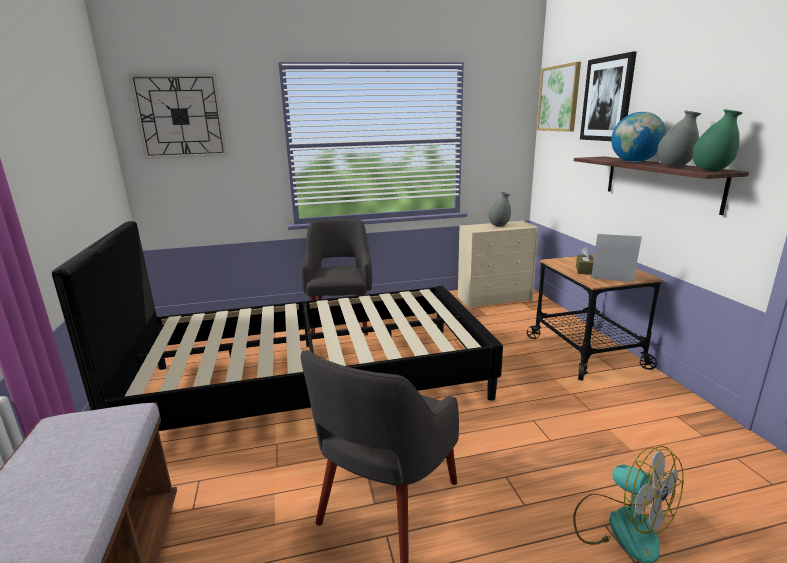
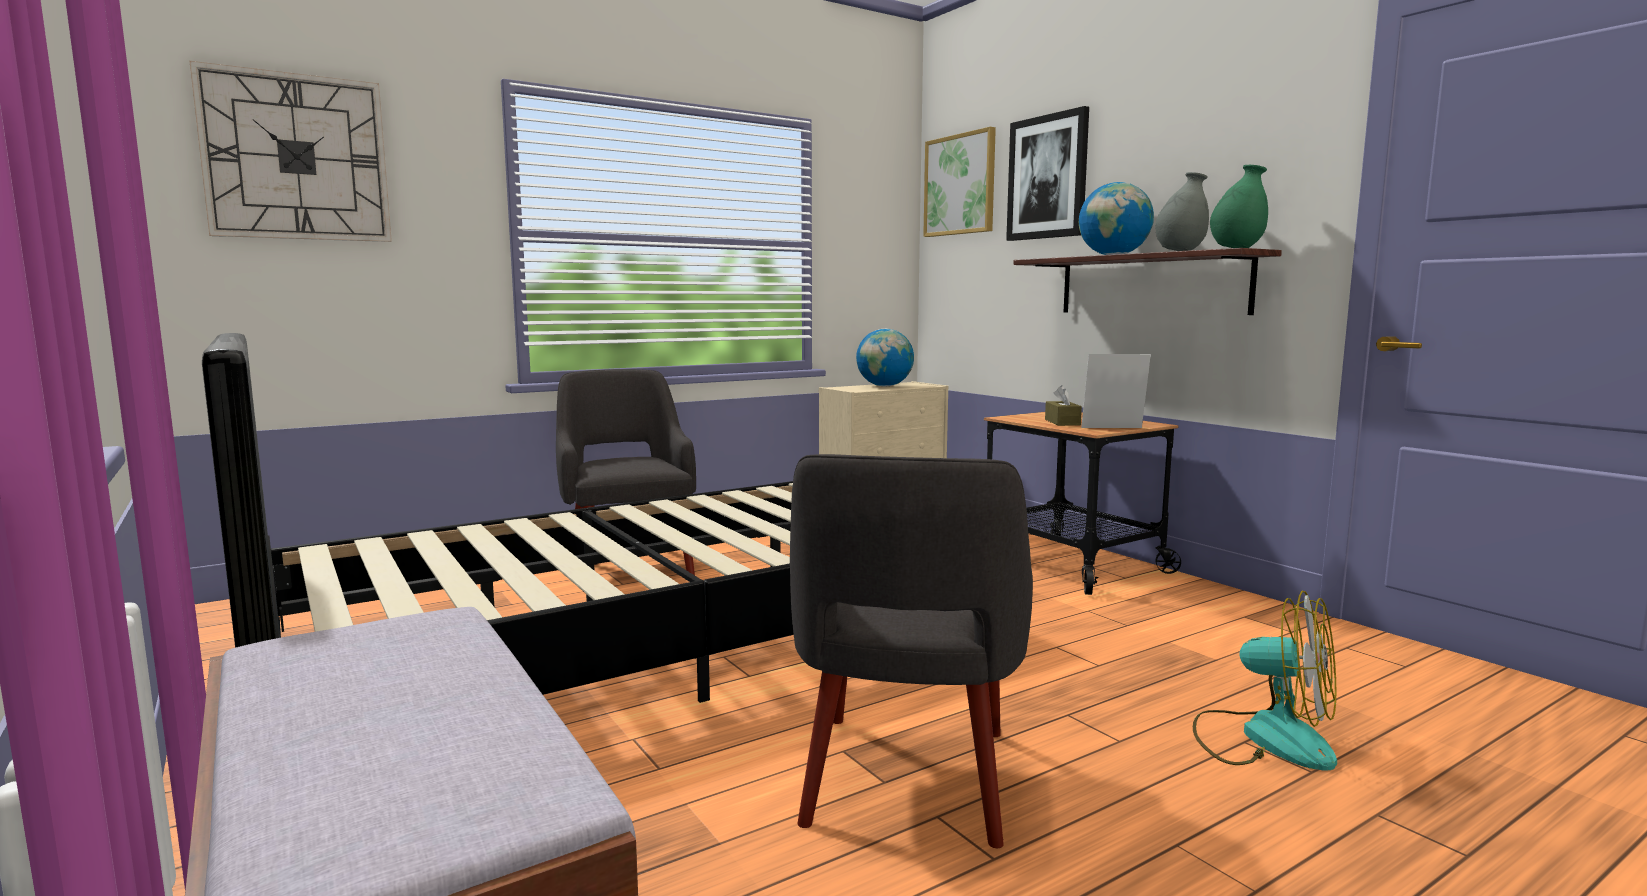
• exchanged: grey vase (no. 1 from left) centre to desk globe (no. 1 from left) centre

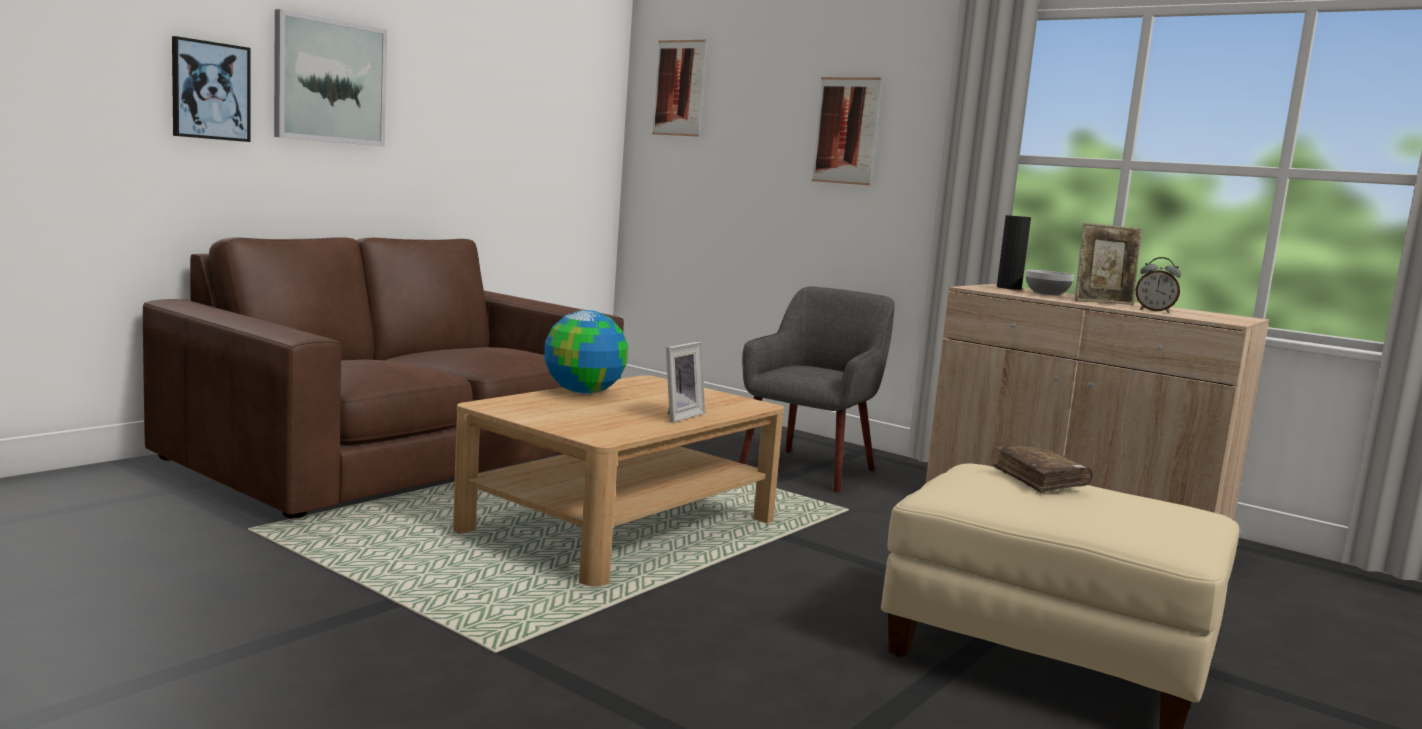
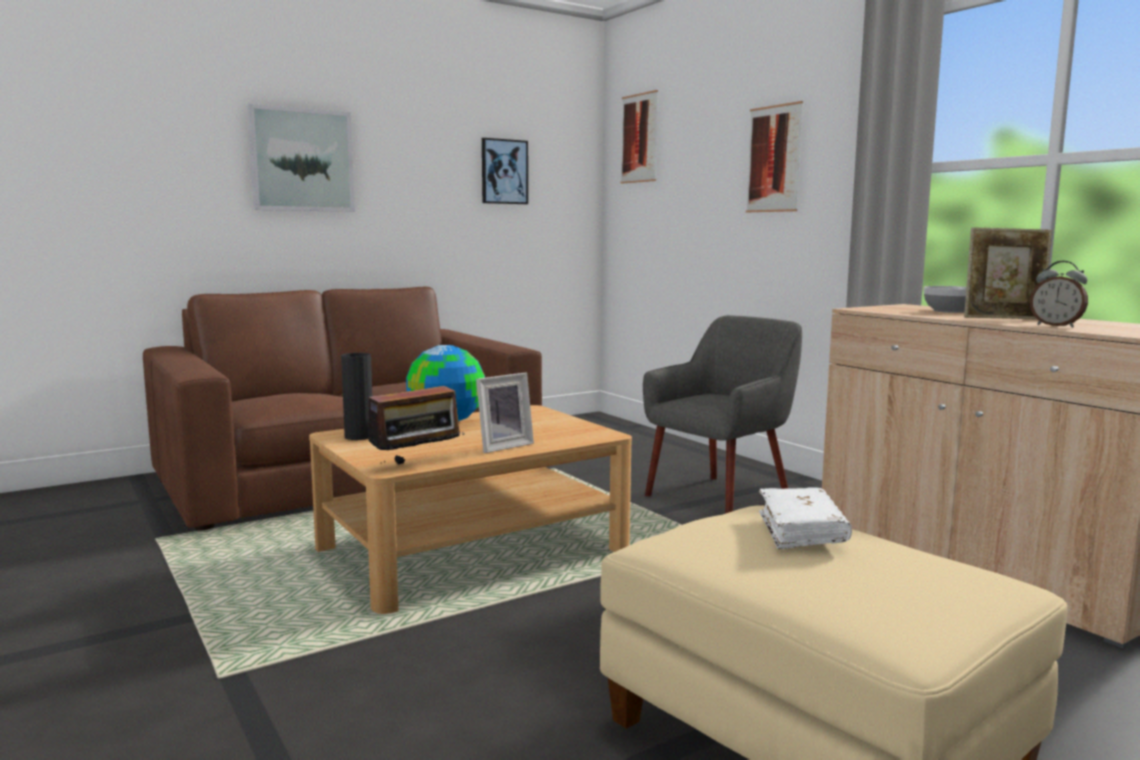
• relocated: blackish vase middle right to middle left
• appeared: radio set centre
• relocated: picture (no. 1 from left in the first image) top left to picture (no. 2 from left) top centre
• colour: brownish book middle right to whitish book bottom right

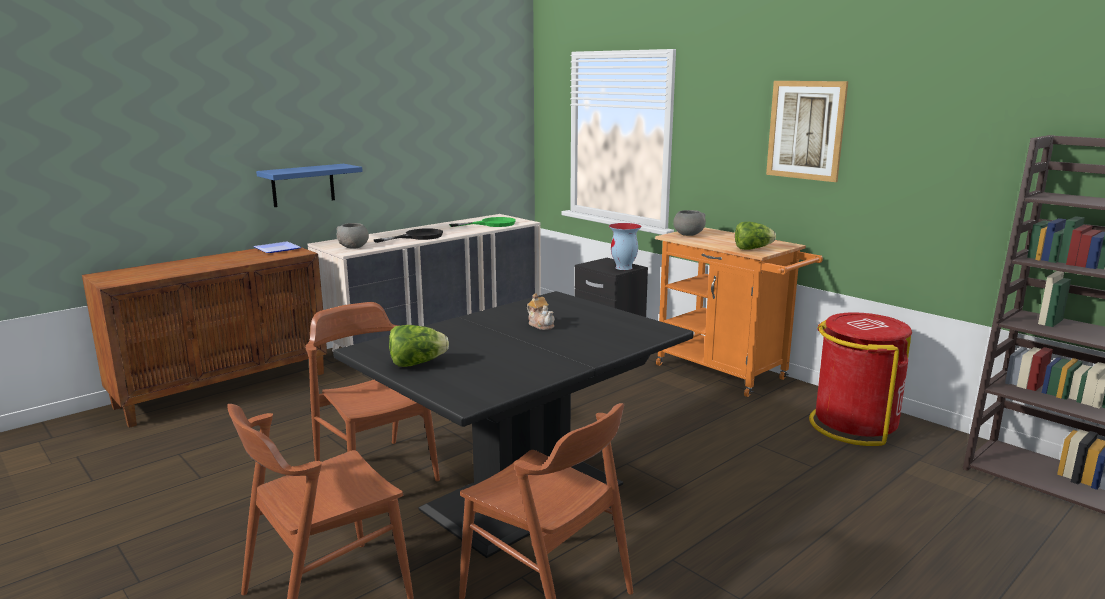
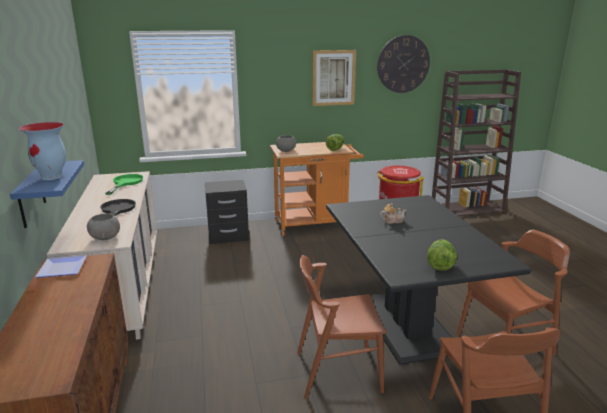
• relocated: vase centre to middle left
• appeared: clock on the wall top centre

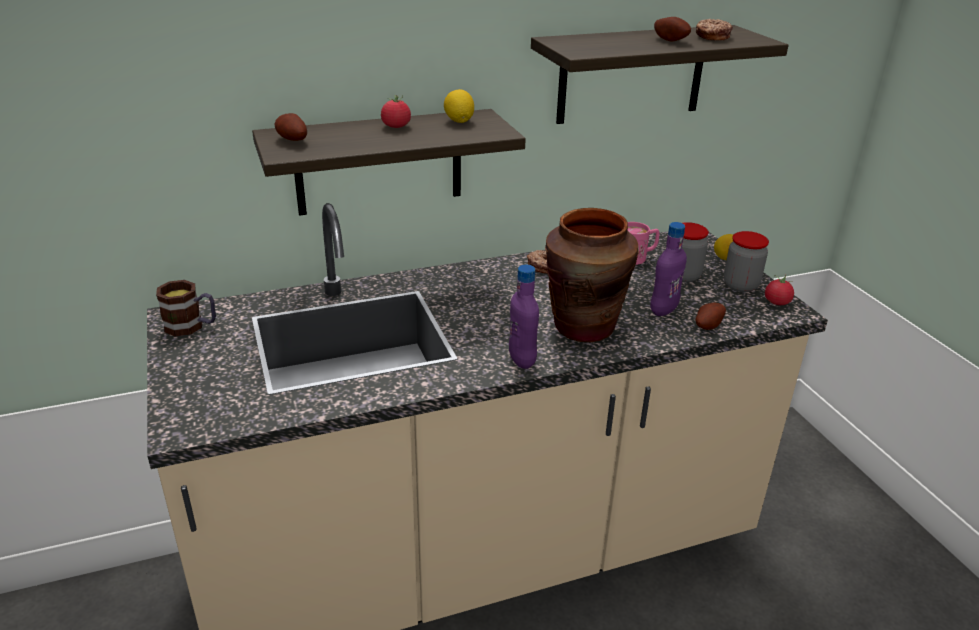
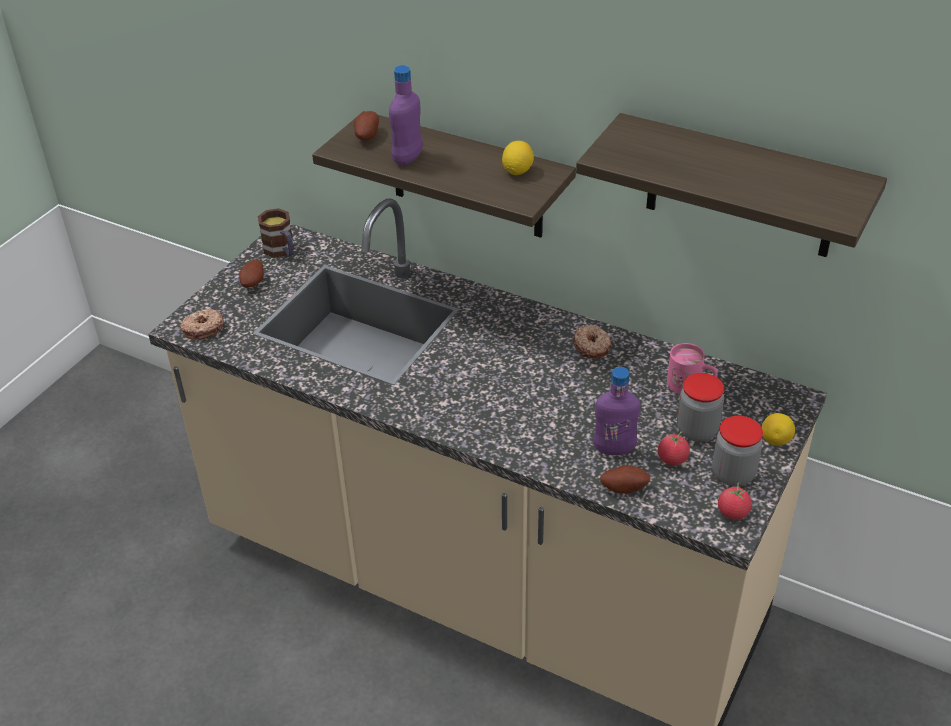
• relocated: donut (no. 2 from left in the first image) top right to donut (no. 1 from left) middle left
• relocated: whole potato (no. 2 from left in the first image) top right to whole potato (no. 1 from left) middle left
• relocated: purple-coloured drink bottle (no. 1 from left) centre to top centre
• relocated: tomato (no. 1 from left) top centre to middle right
• missing: brownish vase centre

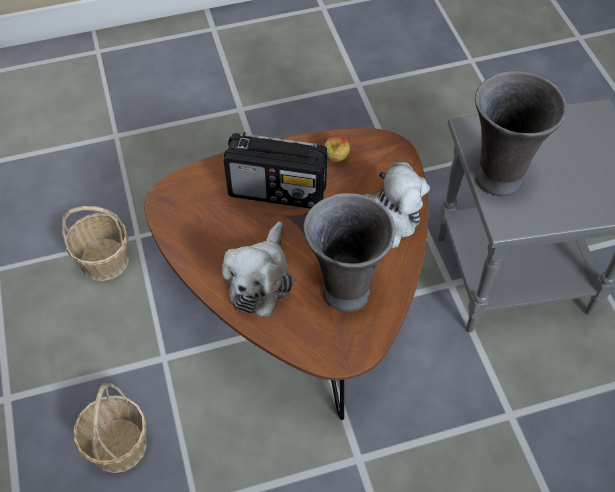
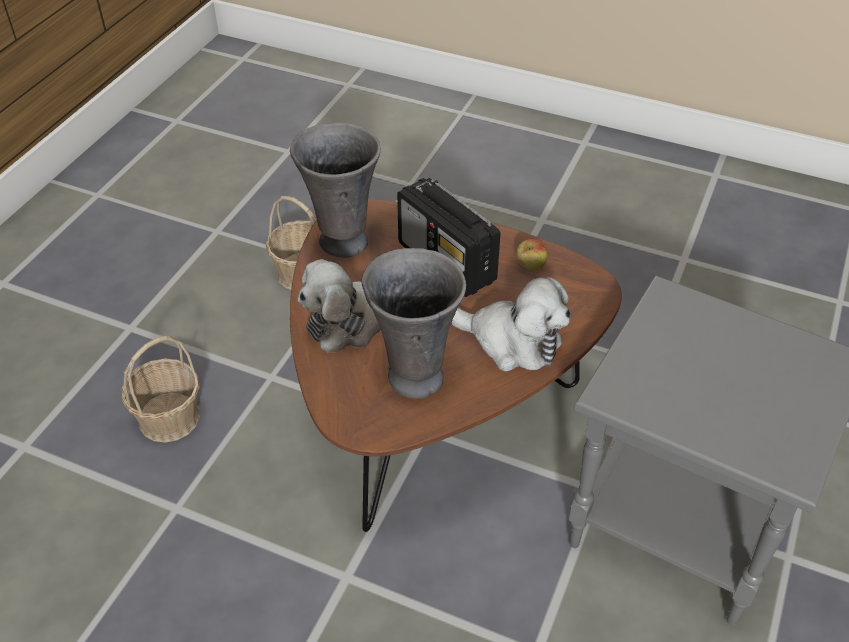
• relocated: grey vase (no. 2 from left in the first image) top right to grey vase (no. 1 from left) top centre

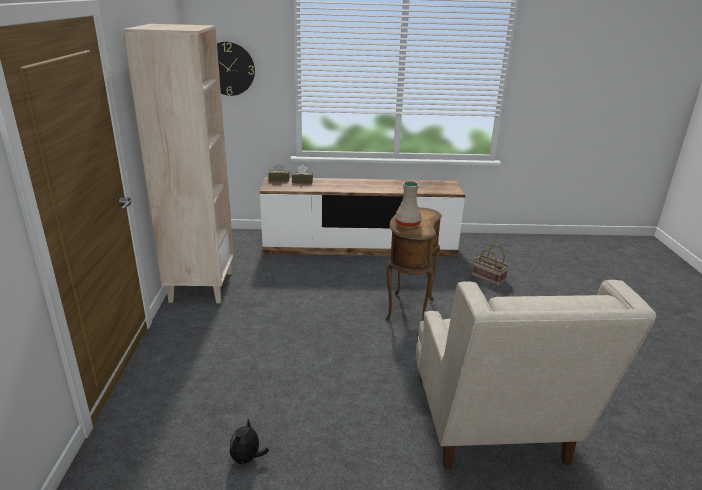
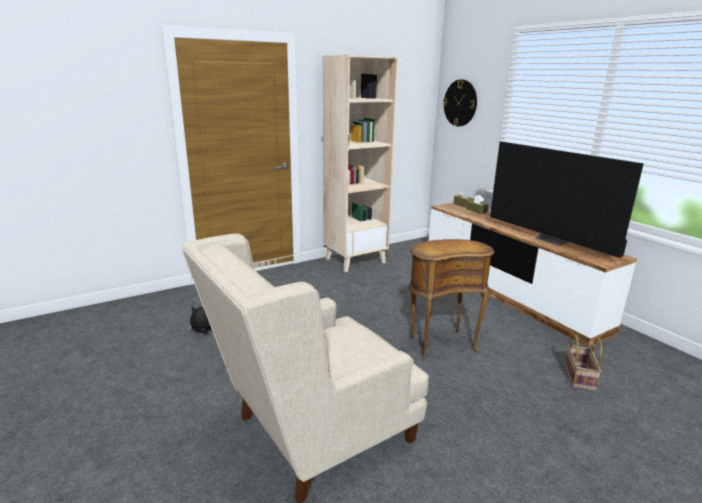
• appeared: TV set middle right
• missing: beige vase centre

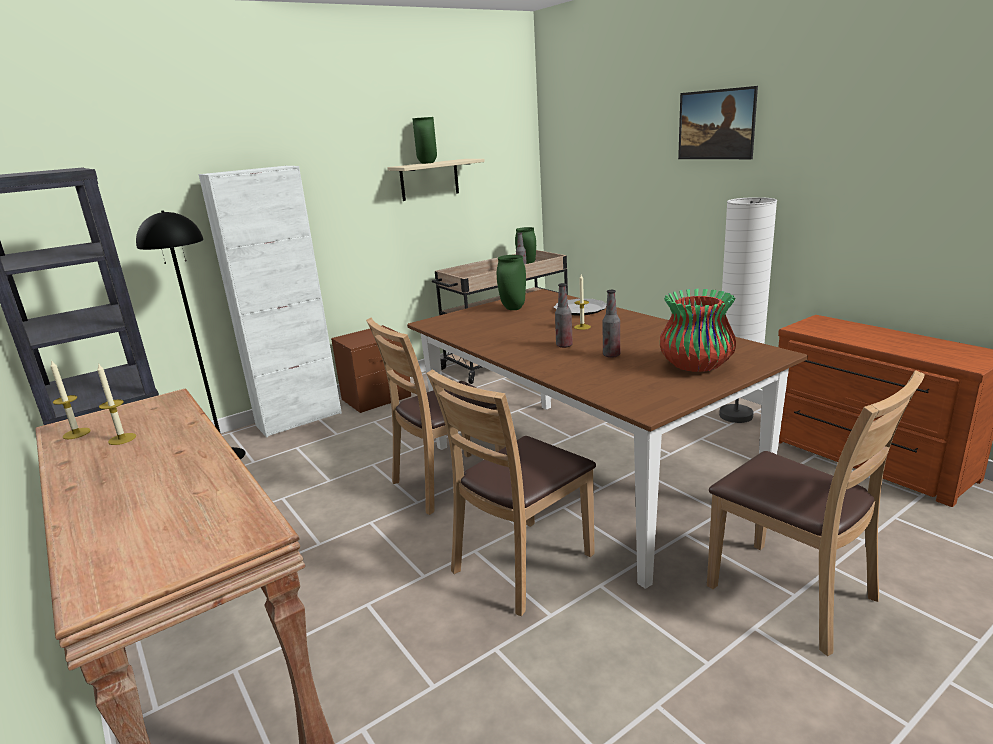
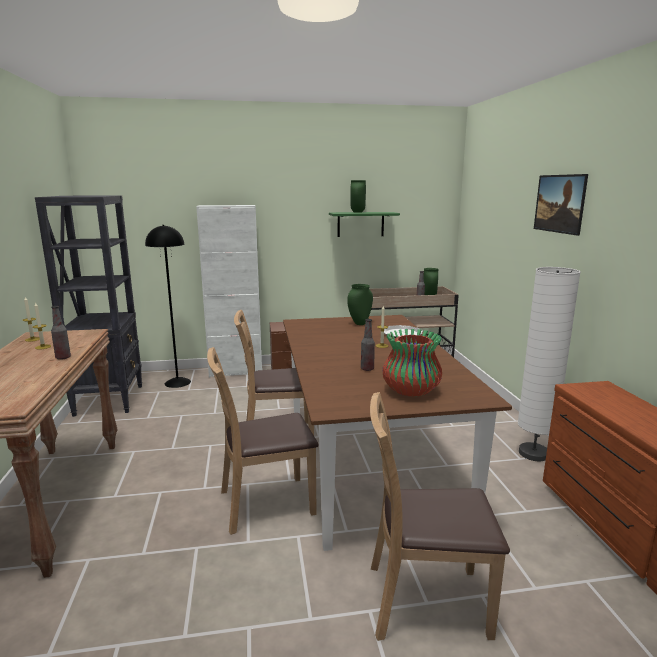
• relocated: drink bottle (no. 2 from left in the first image) centre to drink bottle (no. 1 from left) middle left
• colour: beige bracket shelf top centre to greenish bracket shelf centre
• spun: brownish upright chair (no. 3 from left) bottom right = bottom right 105 degrees clockwise

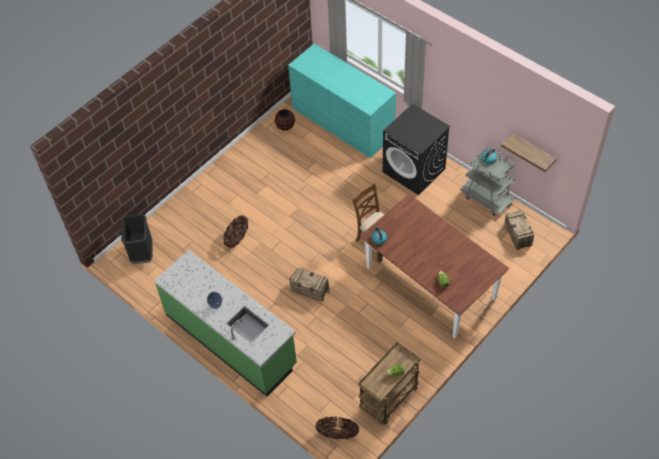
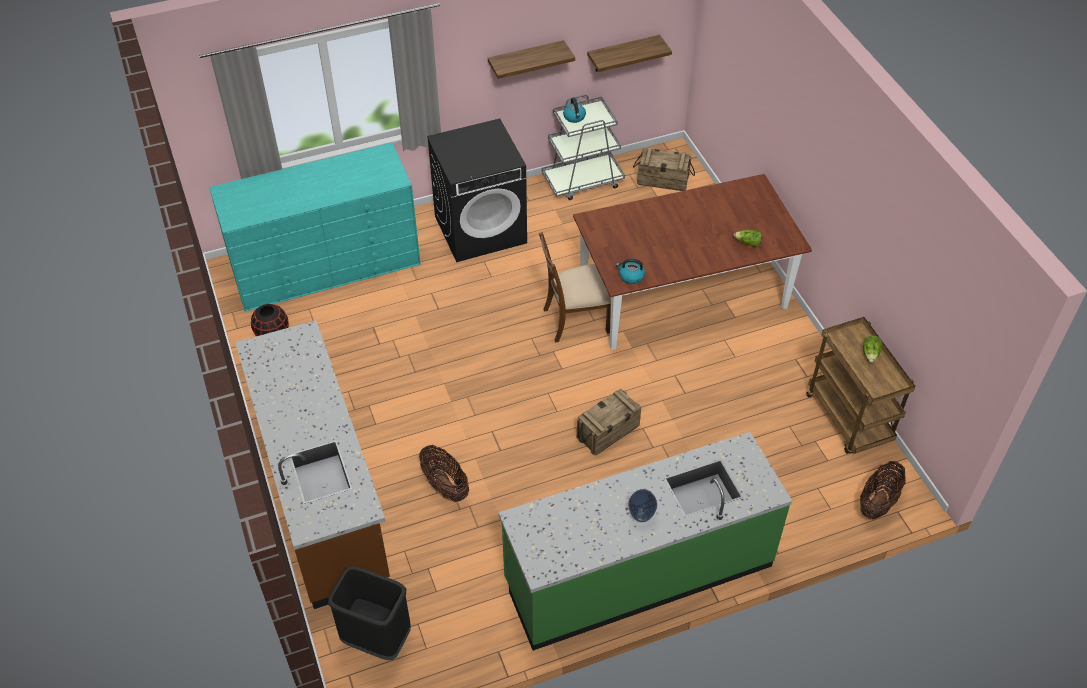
• appeared: brownish kitchen counter bottom left
• appeared: bracket shelf (no. 1 from left) top centre

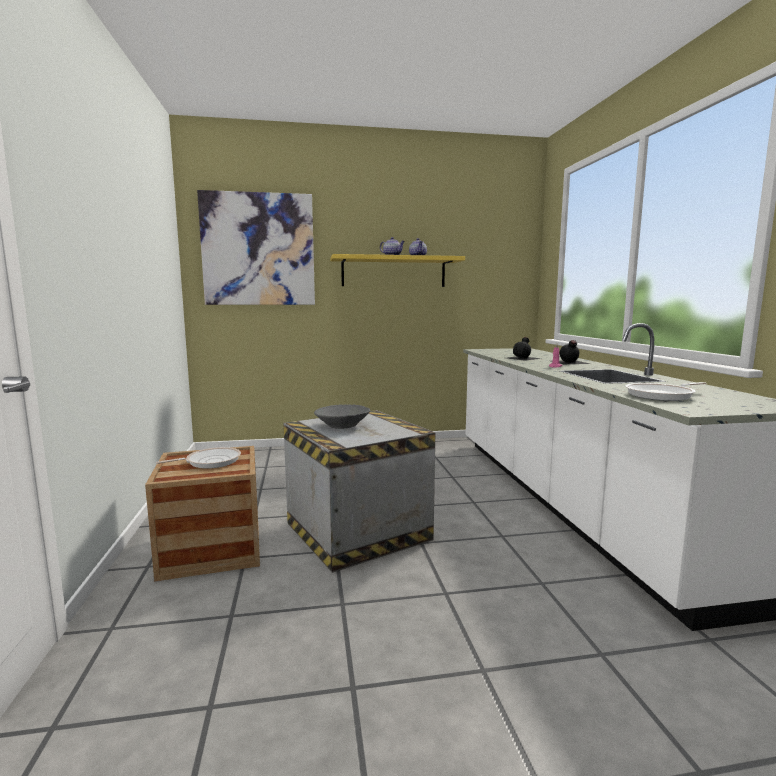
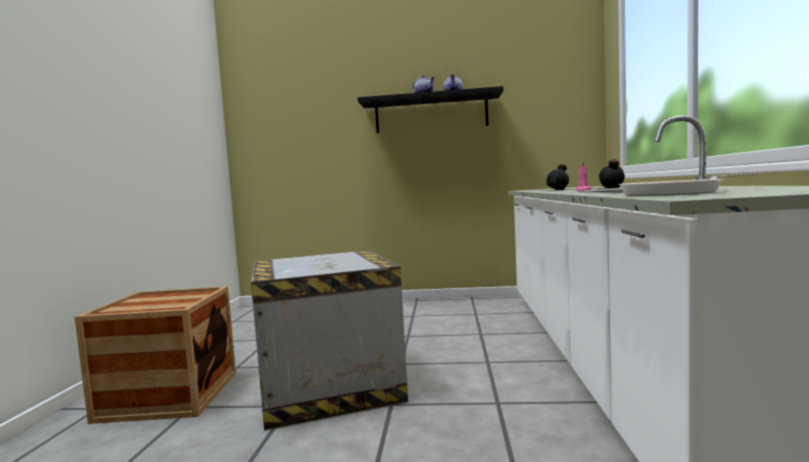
• colour: yellow bracket shelf centre to blackish bracket shelf top centre
• missing: skillet (no. 1 from left) middle left
• missing: picture top left
• missing: grey serving bowl centre

